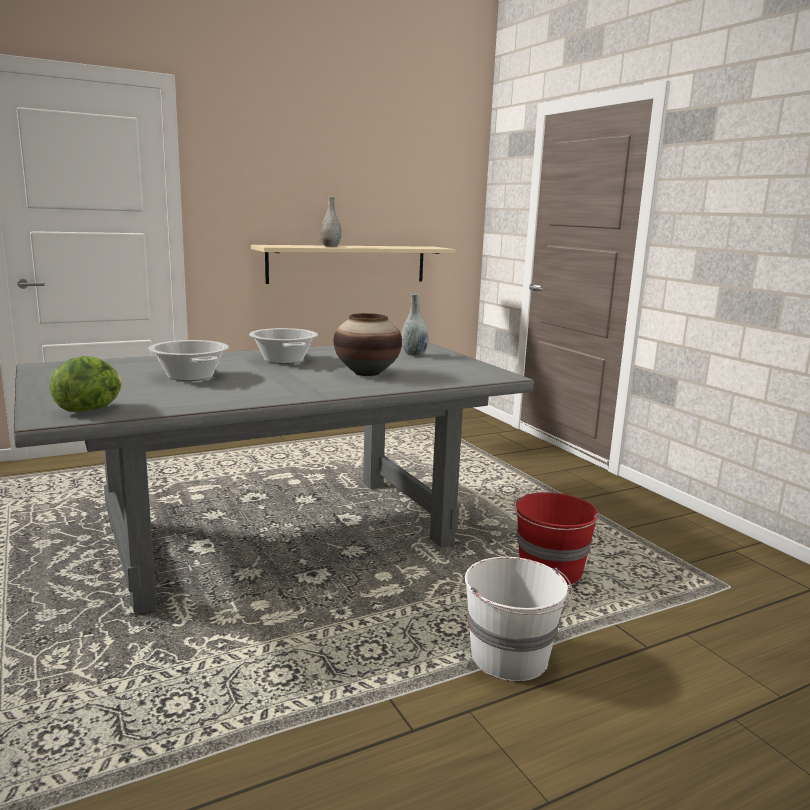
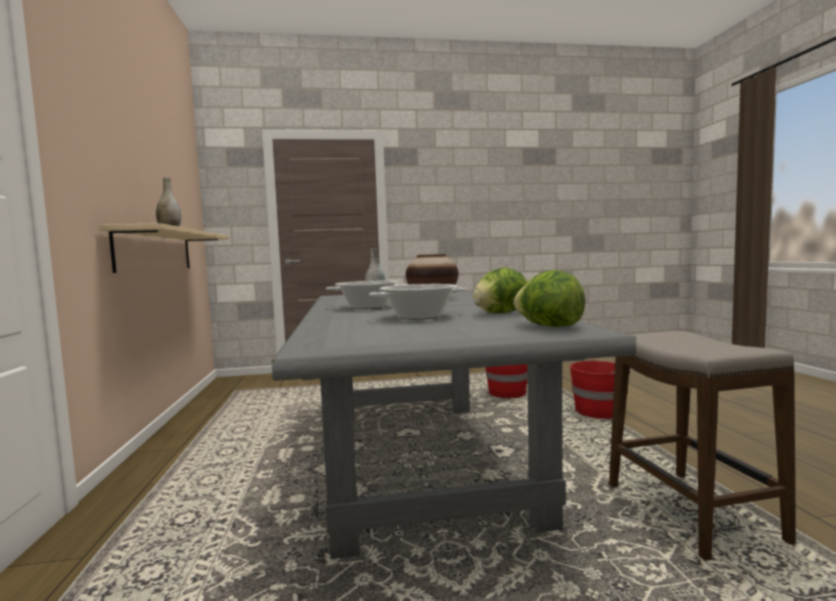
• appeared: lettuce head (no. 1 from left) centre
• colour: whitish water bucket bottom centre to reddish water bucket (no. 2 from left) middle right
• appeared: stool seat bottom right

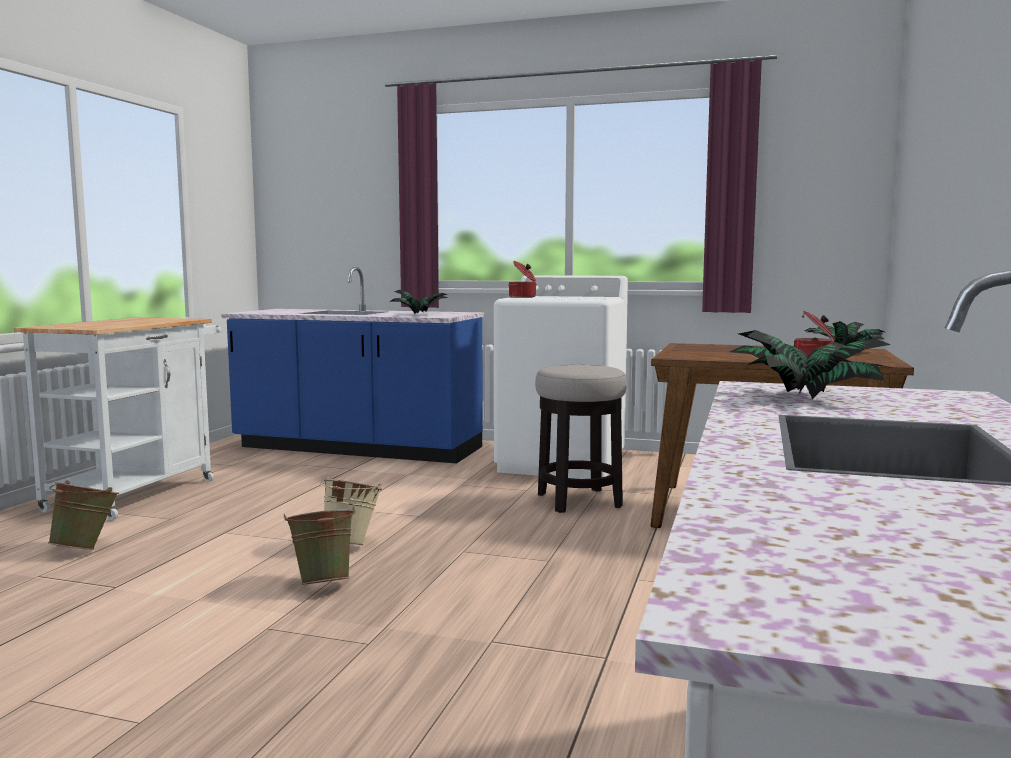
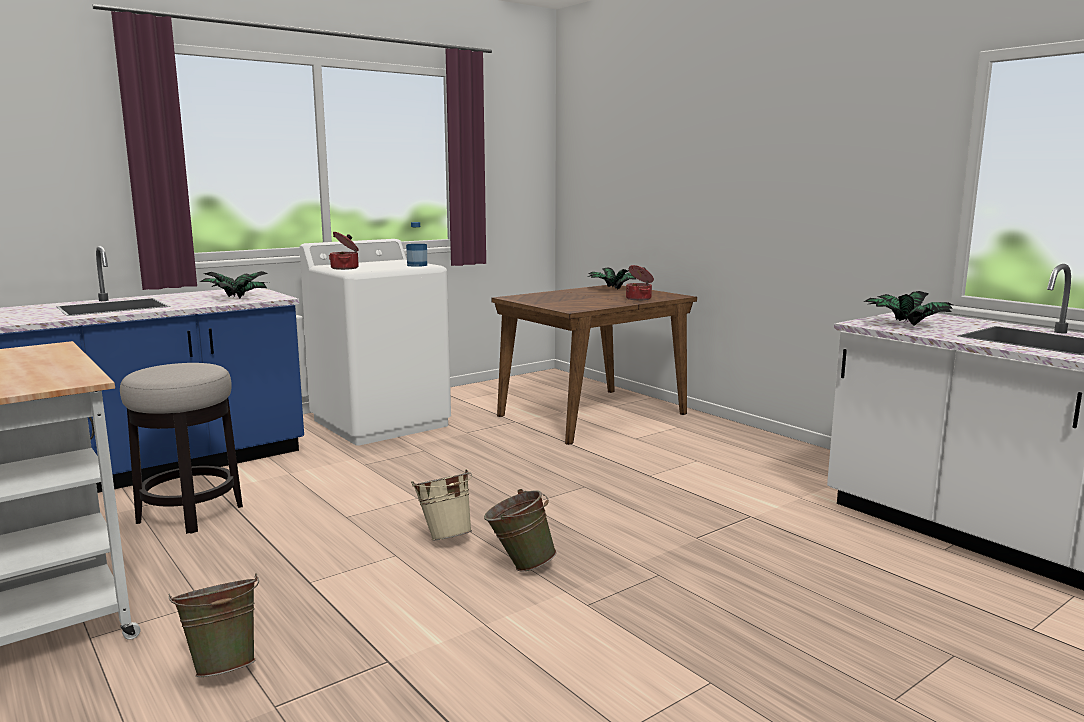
• relocated: stool seat centre to middle left
• appeared: drink bottle centre

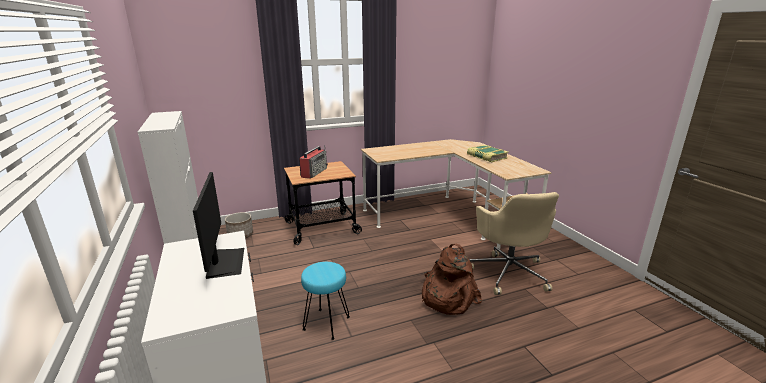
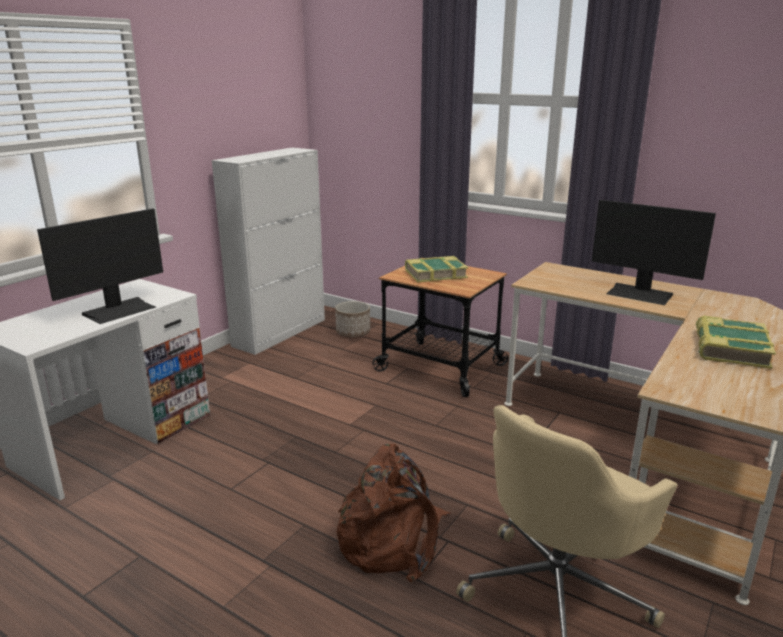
• exchanged: radio set centre to book (no. 1 from left) centre
• appeared: computer screen (no. 2 from left) middle right
• missing: turquoise-coloured stool seat bottom centre

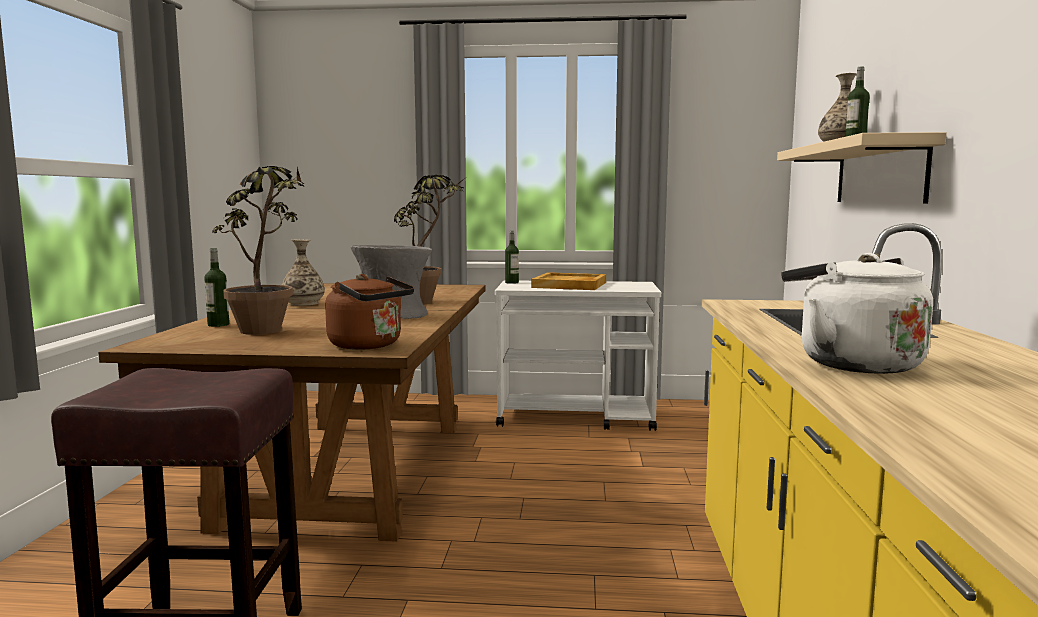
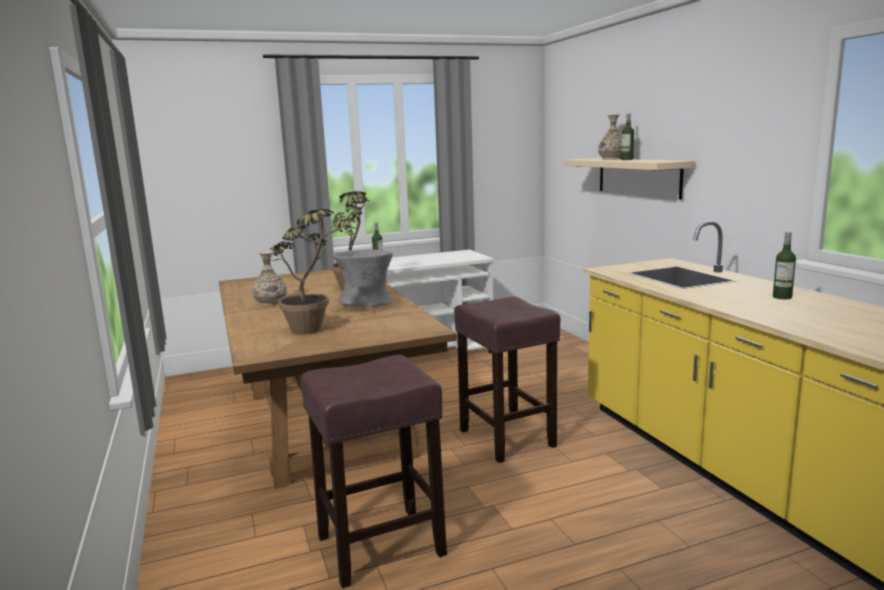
• appeared: brownish stool seat (no. 2 from left) centre
• relocated: drink bottle (no. 1 from left in the first image) middle left to drink bottle (no. 3 from left) middle right
• missing: brownish kettle centre
• missing: beige serving tray centre
• missing: whitish kettle middle right

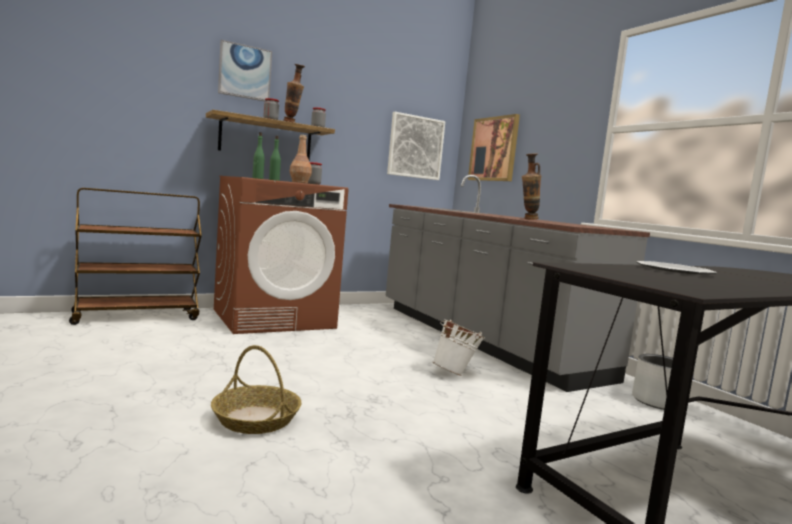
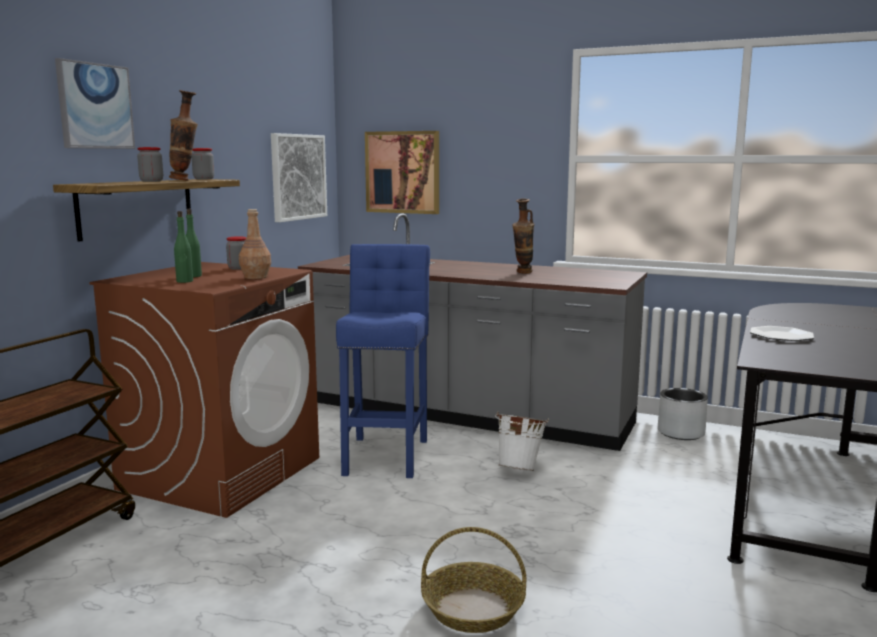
• appeared: blue-coloured stool seat centre

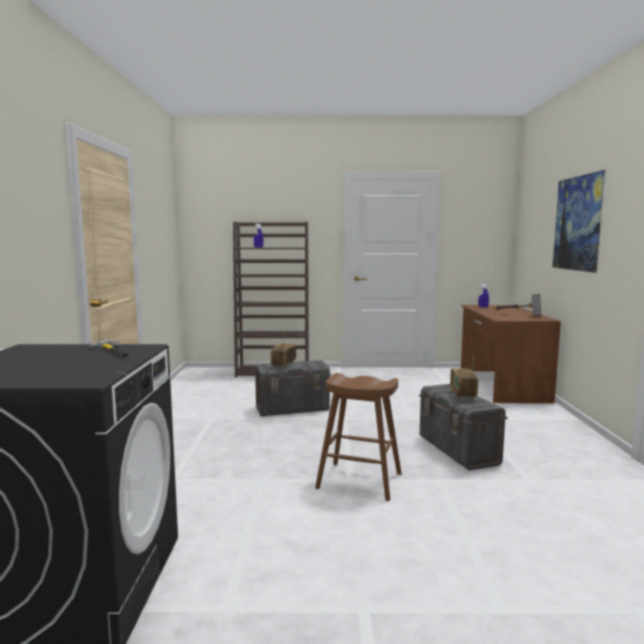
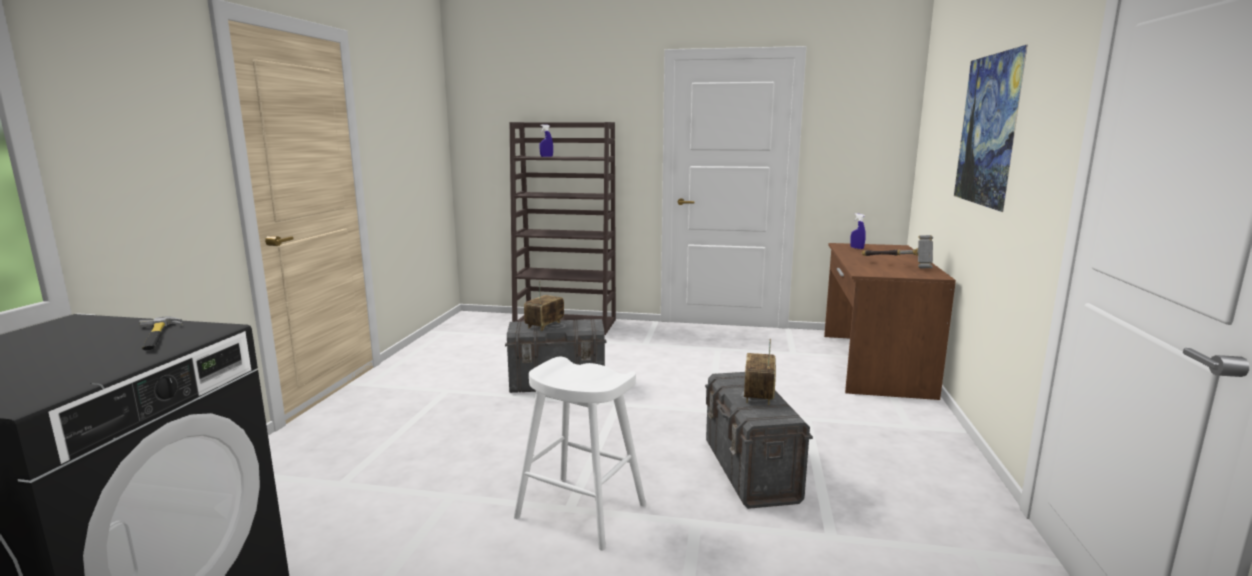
• colour: brownish stool seat bottom centre to whitish stool seat bottom centre

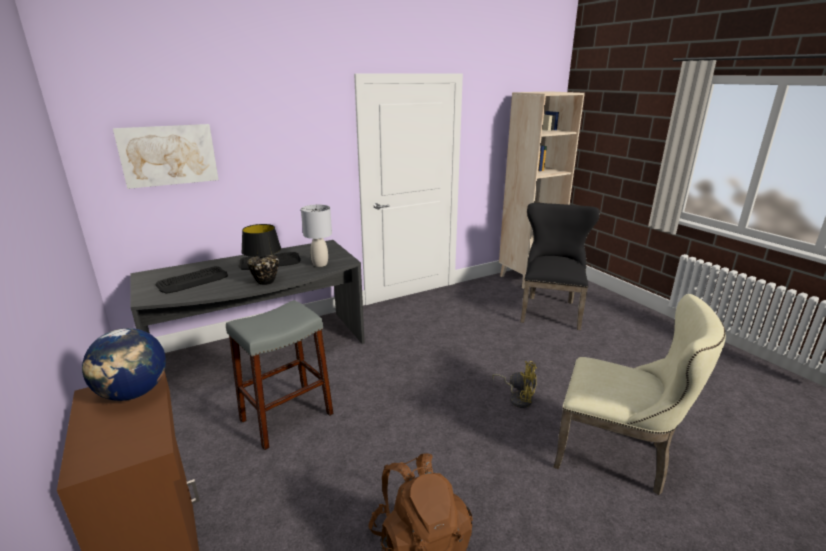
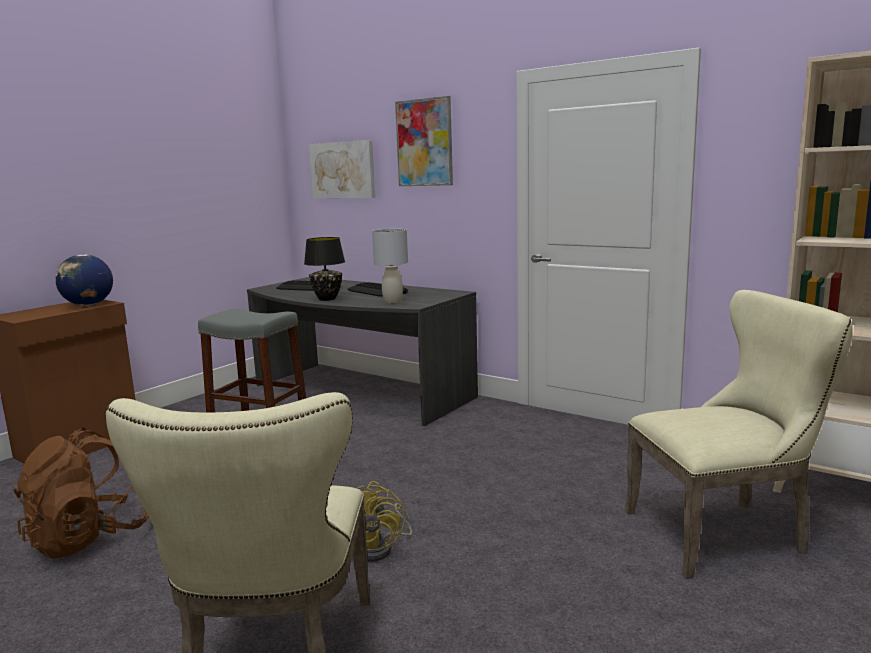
• appeared: picture (no. 2 from left) top centre
• colour: blackish upright chair middle right to beige upright chair (no. 2 from left) middle right

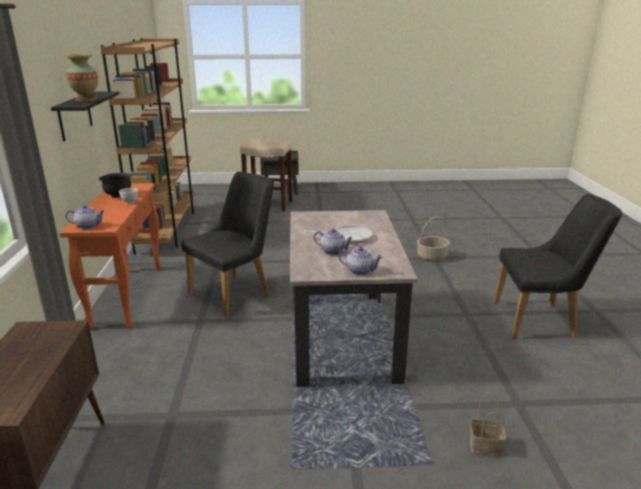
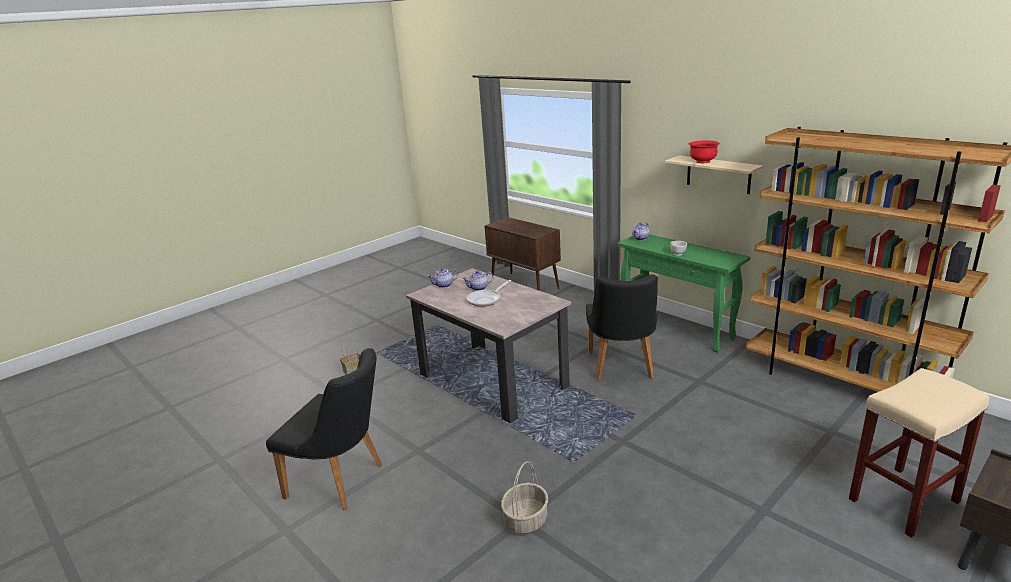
• spun: blackish upright chair (no. 2 from left in the first image) middle right = bottom left 120 degrees counterclockwise
• colour: orange-coloured narrow table middle left to greenish narrow table middle right
• colour: blackish bracket shelf top left to beige bracket shelf top right
• exchanged: vase top left to reddish serving bowl top right
• missing: blackish serving bowl middle left

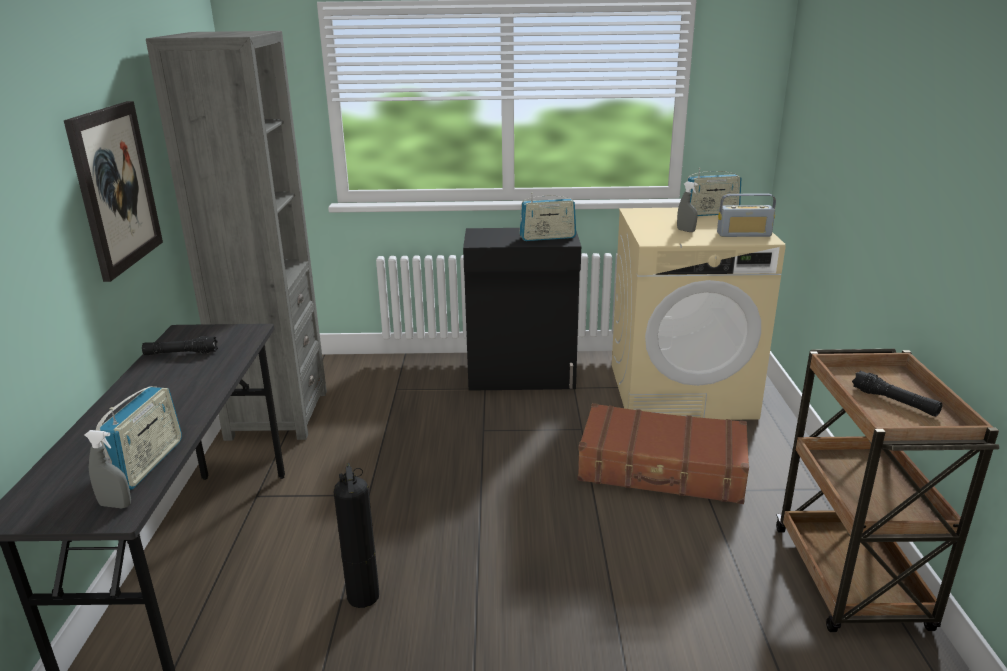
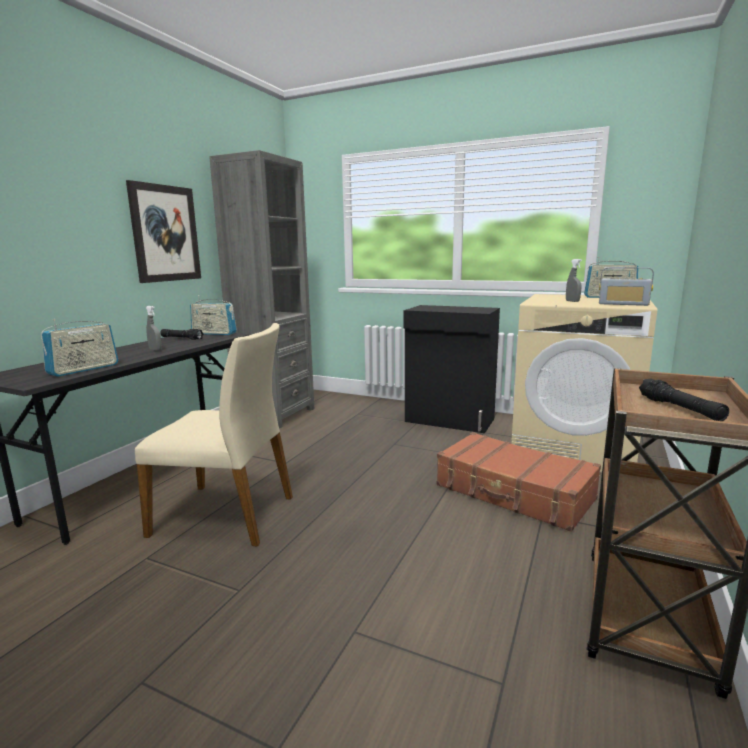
• exchanged: fire-fighting cylinder bottom centre to beige upright chair middle left
• relocated: grey hand sprayer (no. 1 from left) bottom left to middle left
• relocated: radio set (no. 2 from left) top centre to middle left

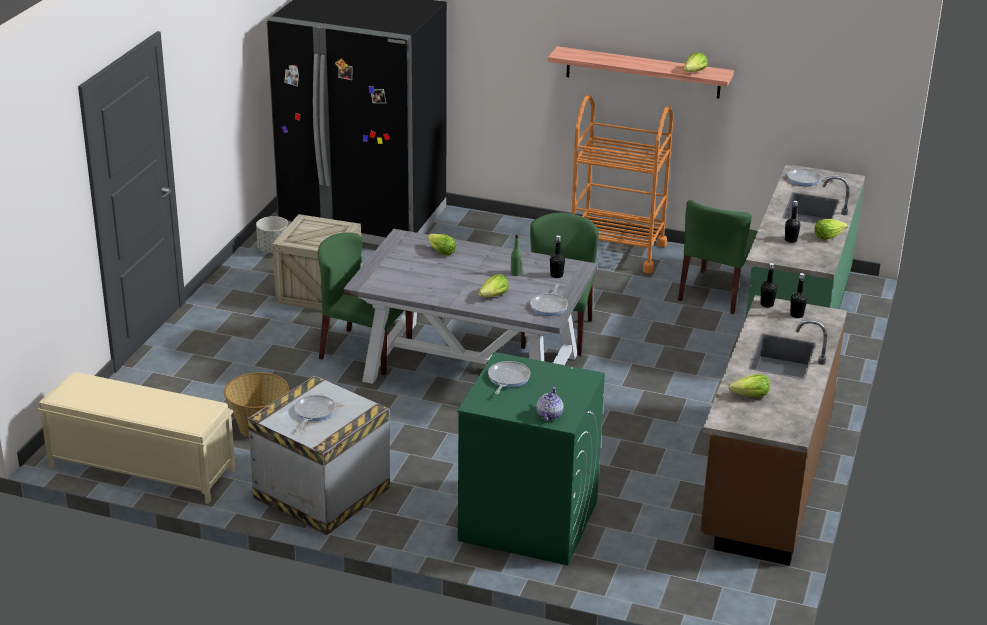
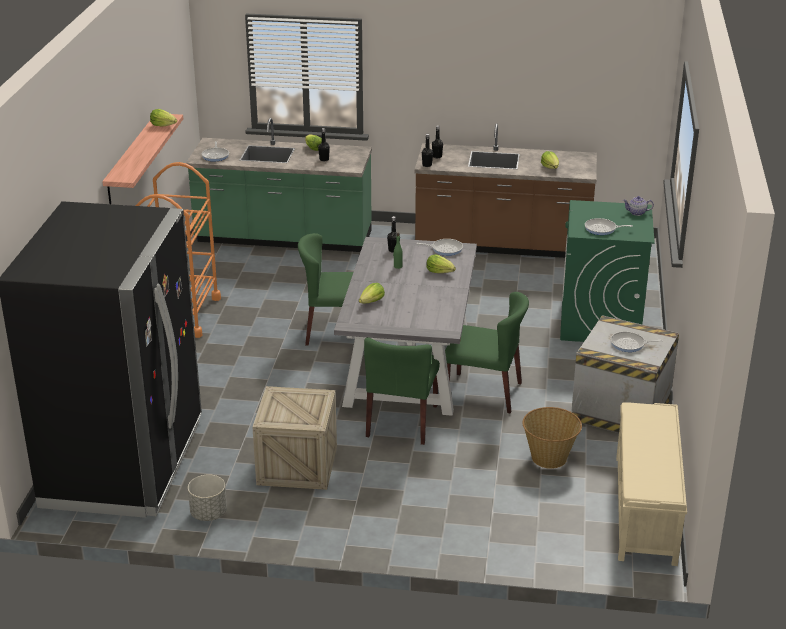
• relocated: greenish upright chair (no. 3 from left) middle right to centre

